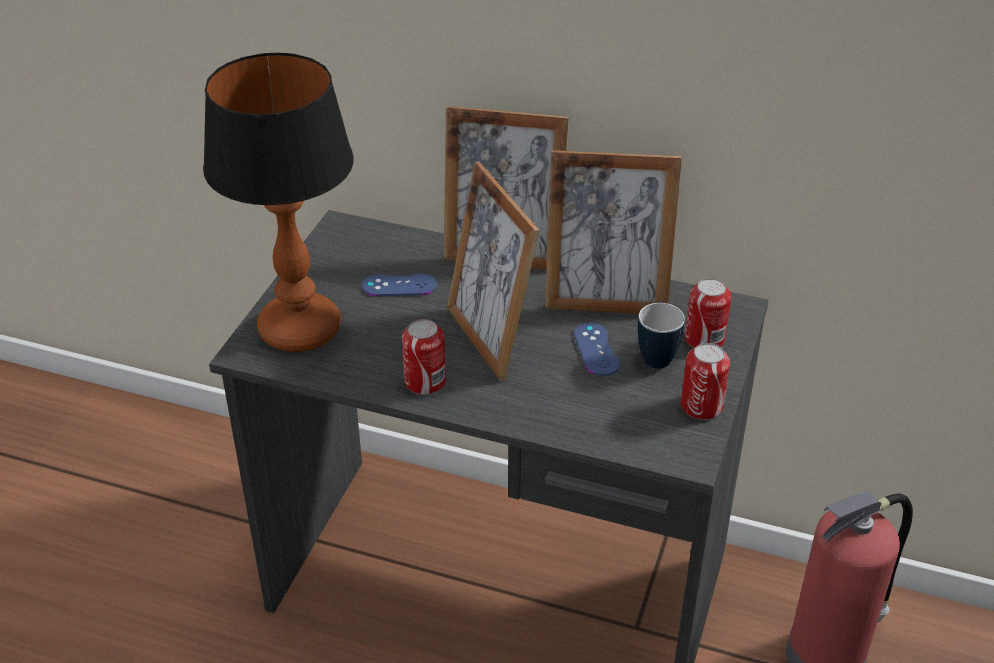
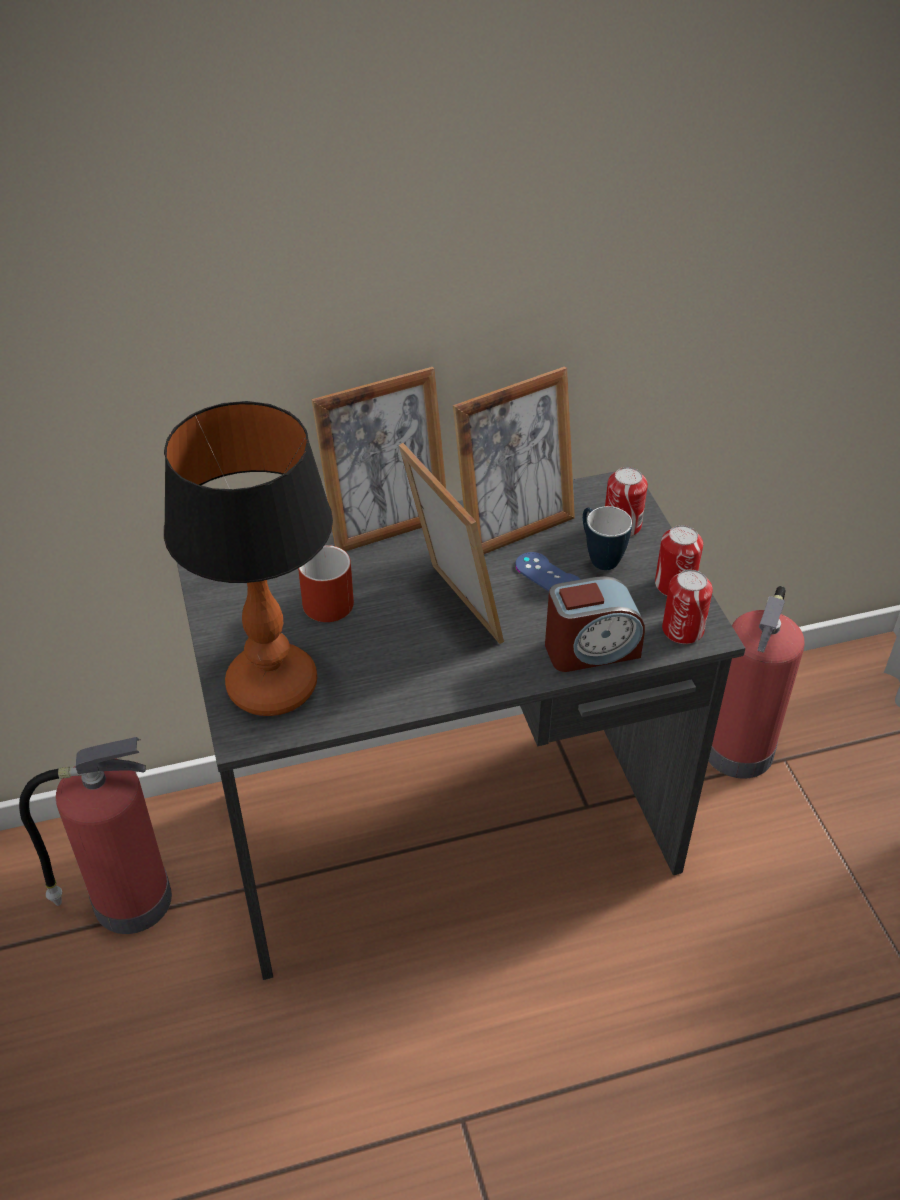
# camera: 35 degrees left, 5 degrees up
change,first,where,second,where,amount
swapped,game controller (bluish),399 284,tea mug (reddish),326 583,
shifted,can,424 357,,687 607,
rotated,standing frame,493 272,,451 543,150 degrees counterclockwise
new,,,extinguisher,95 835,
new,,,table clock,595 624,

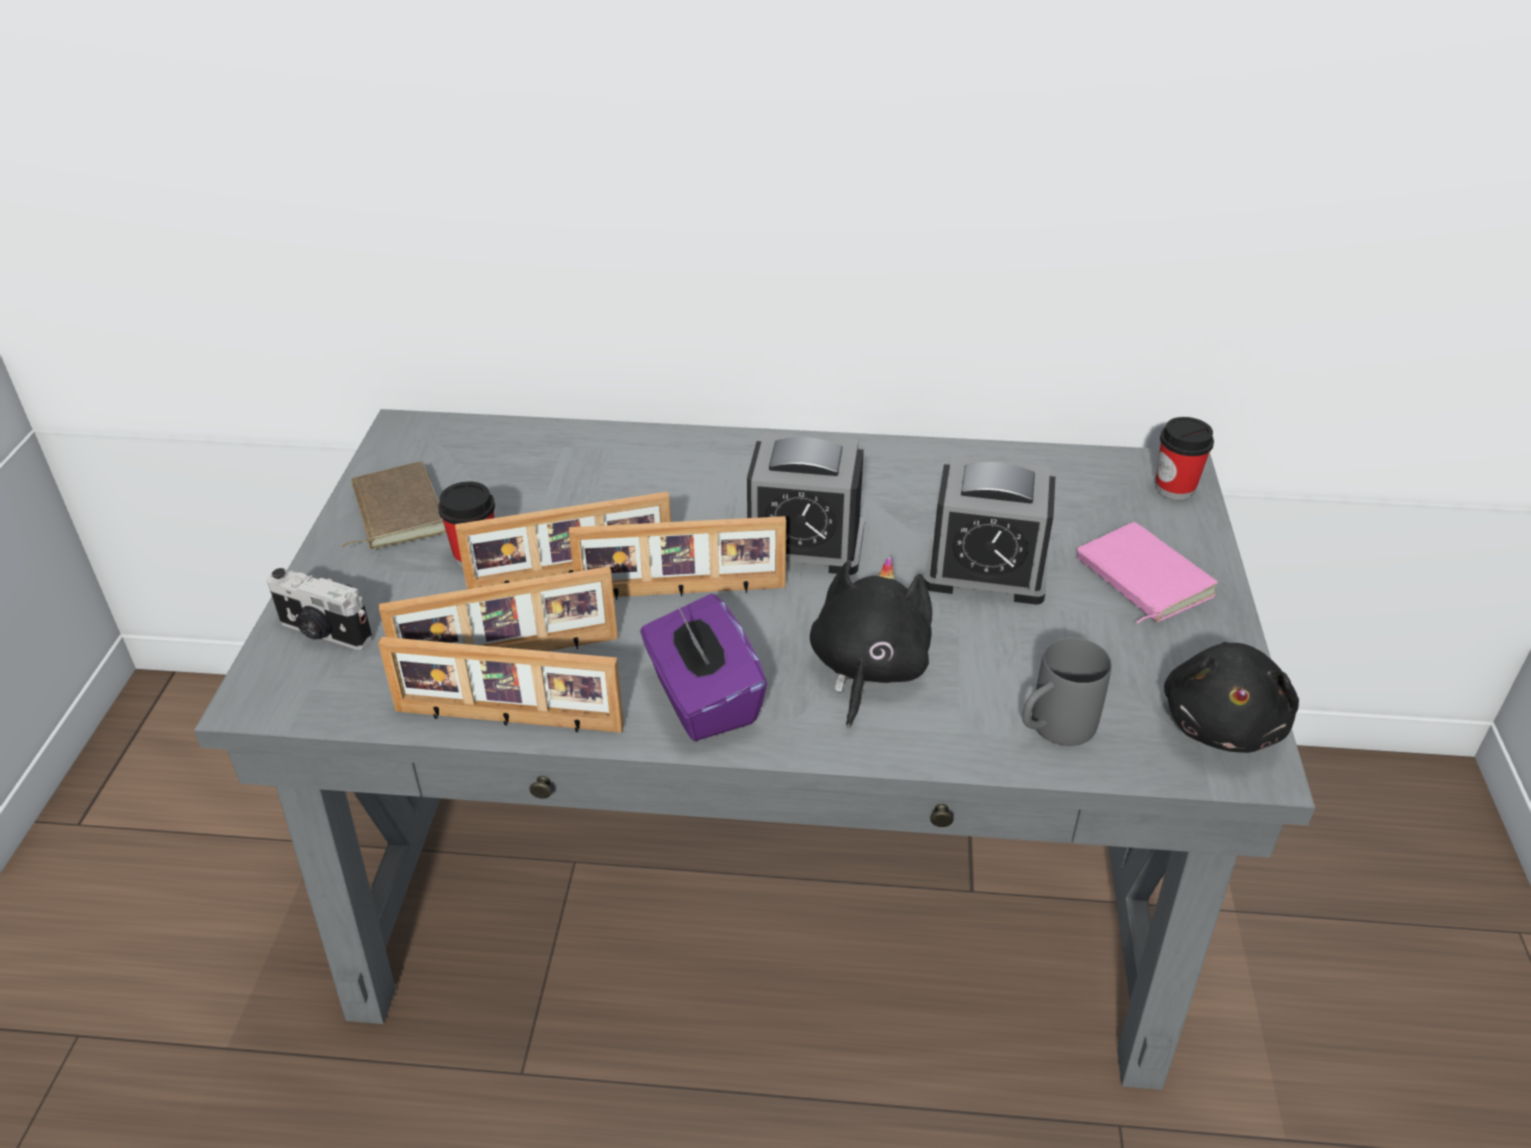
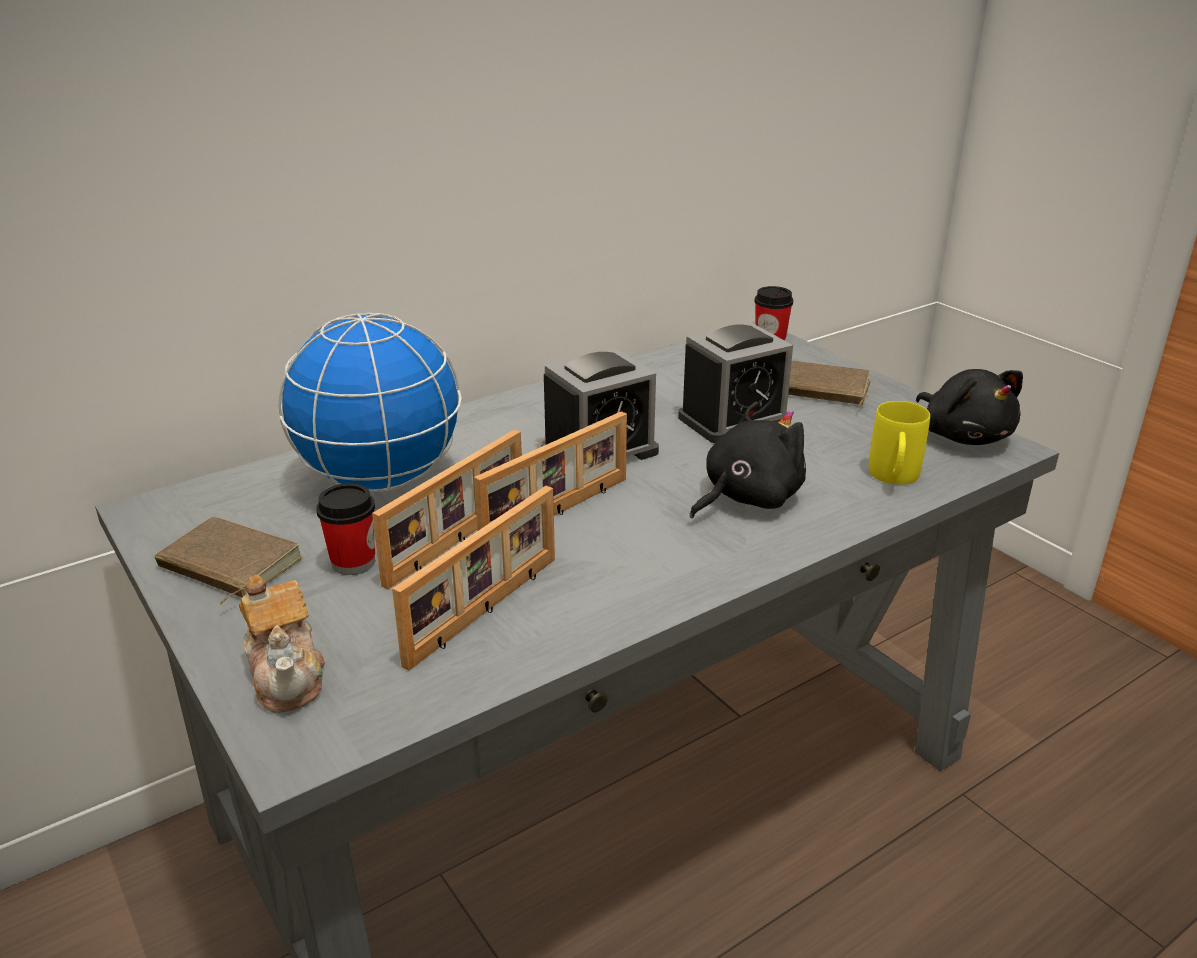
# camera: 40 degrees left, 10 degrees down
change,first,where,second,where,amount
swapped,still camera,320 609,tea pot,282 644,
gone,standing frame,501 685,,,
gone,tissue box (purplish),703 667,,,
rotated,plush toy (black),871 643,,748 459,75 degrees clockwise
repainted,tea mug (greyish),1067 691,tea mug (yellowish),899 443,
repainted,book (pinkish),1147 573,book (brownish),829 383,
new,,,world globe,370 402,

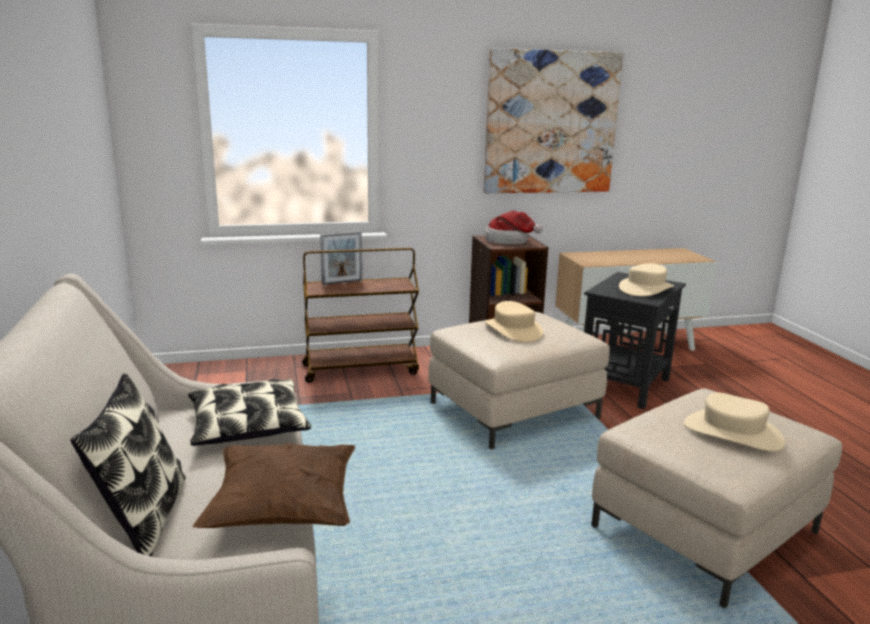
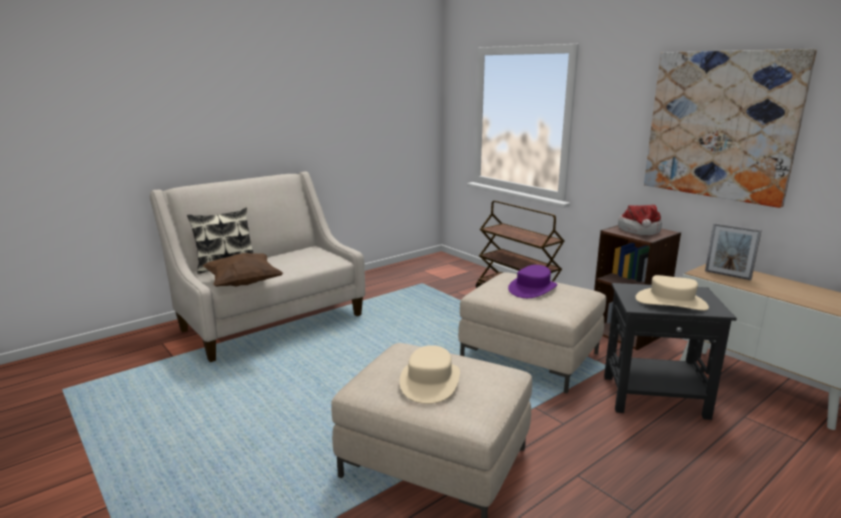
# camera: 65 degrees right, 0 degrees up
change,first,where,second,where,amount
gone,pillow,249 412,,,
shifted,standing frame,341 258,,733 251,
repainted,clothing hat (beige-coloured),514 321,clothing hat (purplish),532 281,

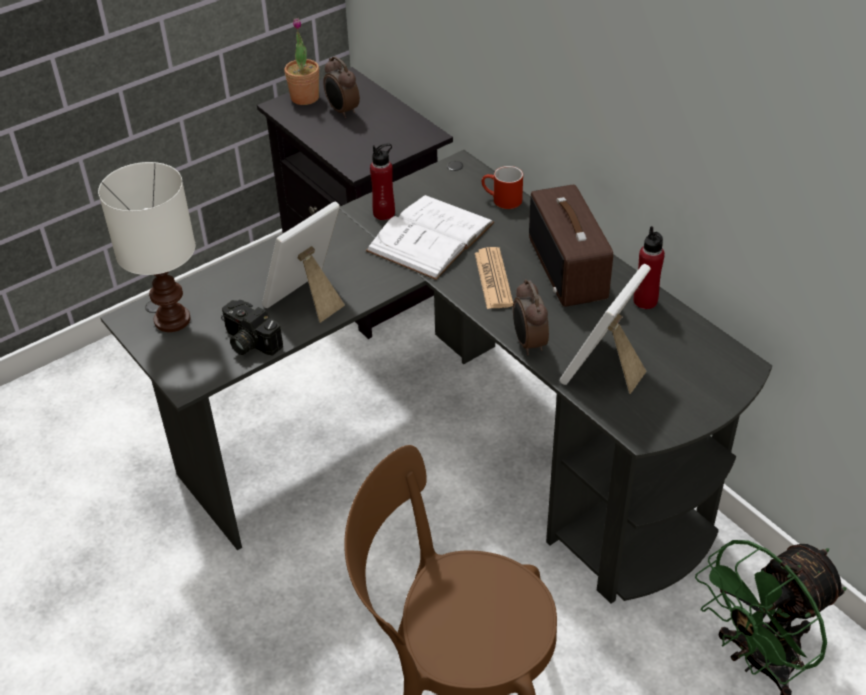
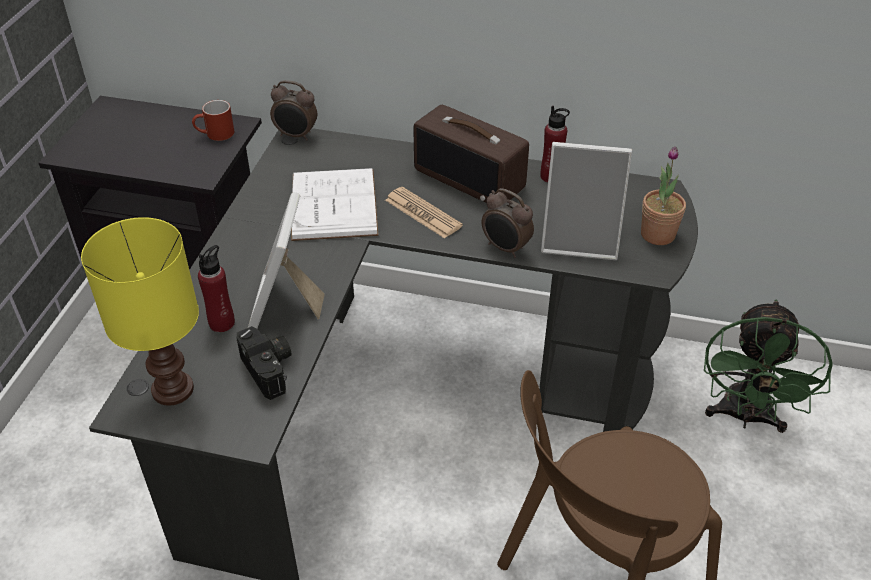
# camera: 40 degrees left, 0 degrees up
change,first,where,second,where,amount
repainted,lamp for a table (white-coloured),147 247,lamp for a table (yellowish),140 311,
rotated,still camera,252 328,,264 363,120 degrees counterclockwise
shifted,plant in a pot,302 61,,663 195,
shifted,table clock,341 87,,293 110,
shifted,drink bottle (reddish),382 181,,216 288,
shifted,tea mug (reddish),502 187,,213 120,
rotated,standing frame,605 329,,586 201,75 degrees counterclockwise

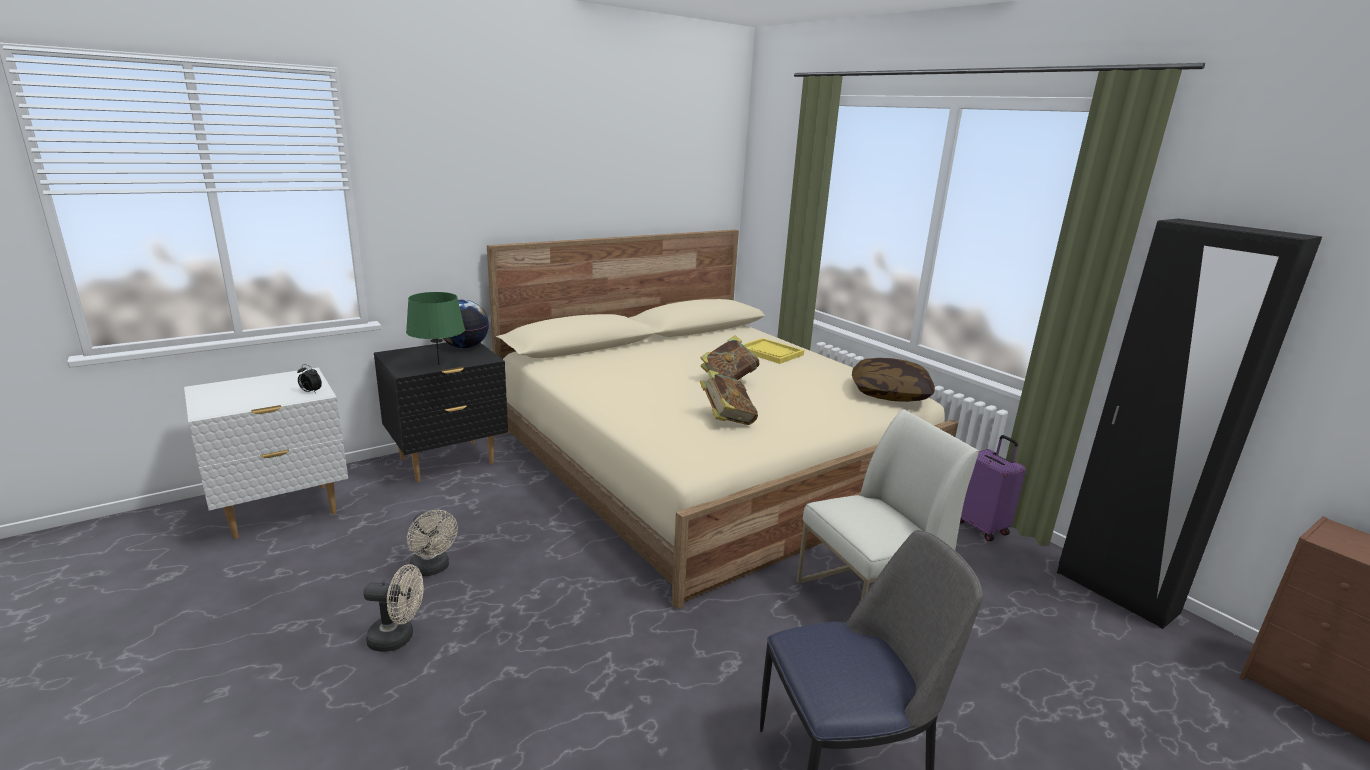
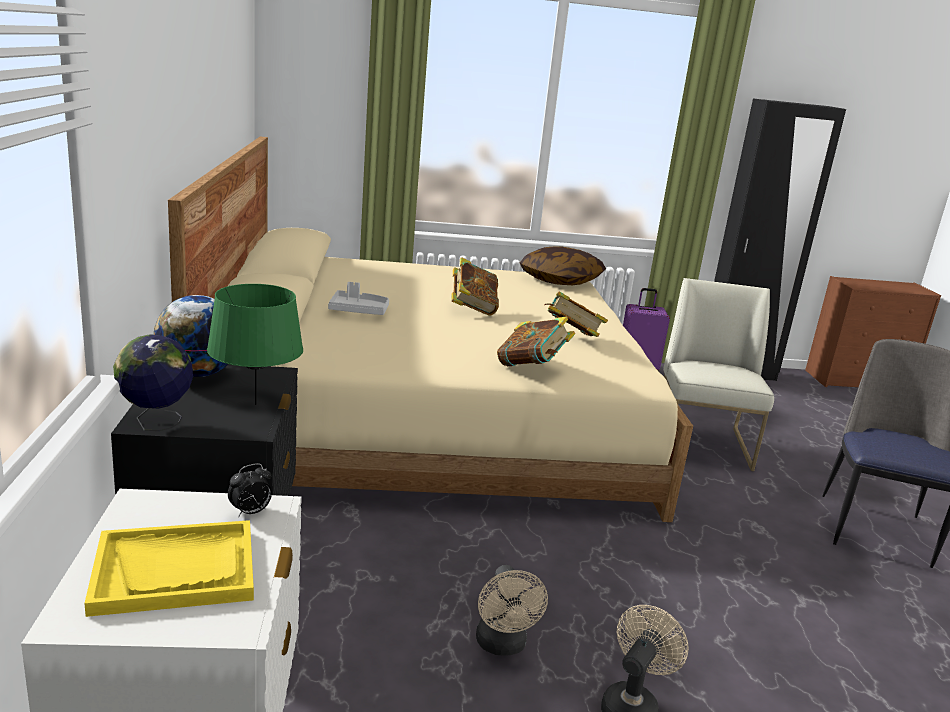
# camera: 60 degrees left, 0 degrees up
change,first,where,second,where,amount
rotated,fan (beige-coloured),432 543,,512 610,90 degrees clockwise
shifted,serving tray (yellowish),773 351,,169 568,
new,,,world globe,153 382,
new,,,serving tray (greyish),358 298,
new,,,book,536 341,

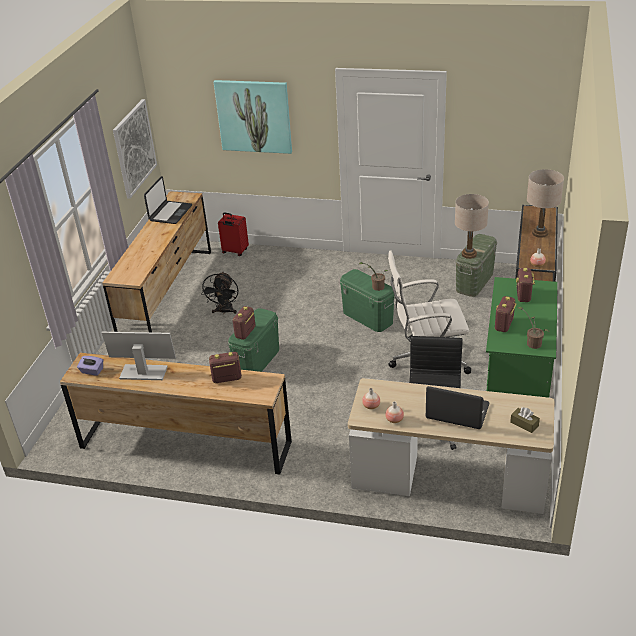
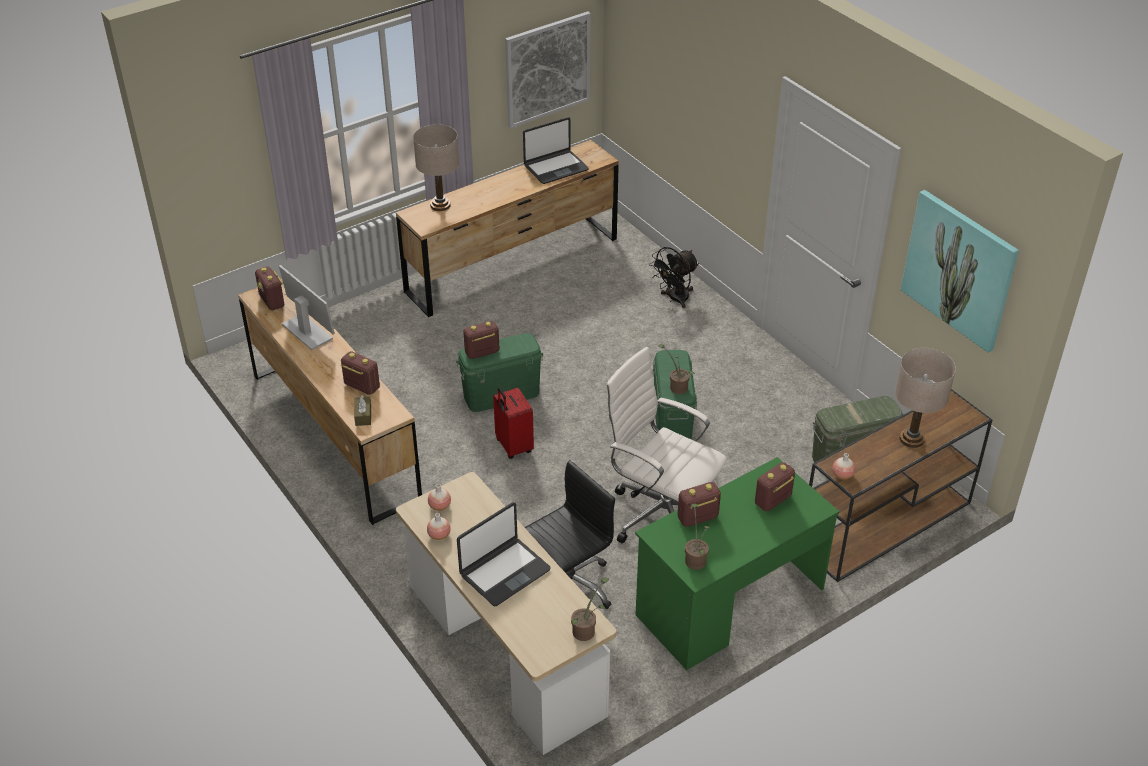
# camera: 40 degrees right, 5 degrees up
change,first,where,second,where,amount
swapped,tissue box (purplish),90 366,radio receiver,269 288,
shifted,fan (black),219 293,,674 277,
shifted,picture,253 117,,960 271,
shifted,suitcase (reddish),233 234,,513 423,
rotated,portable computer,458 407,,504 554,75 degrees clockwise
shifted,lamp for a table (beige-coloured),472 226,,436 167,
shifted,tissue box (brownish),525 420,,362 410,
new,,,plant in a pot,590 609,

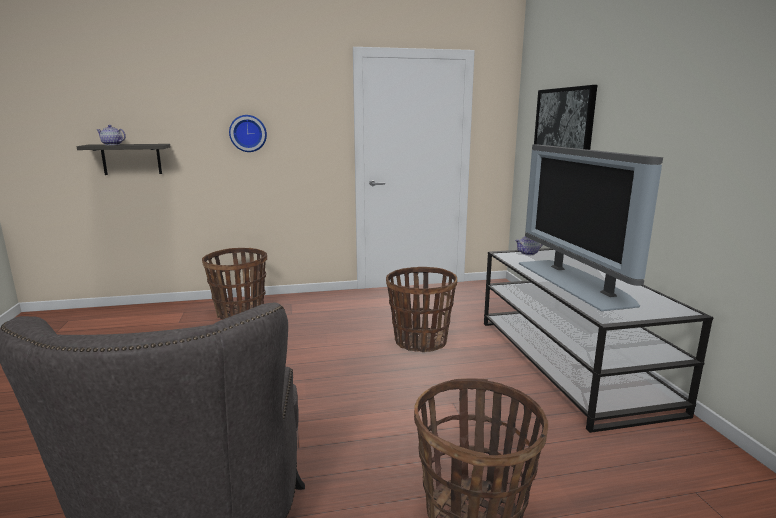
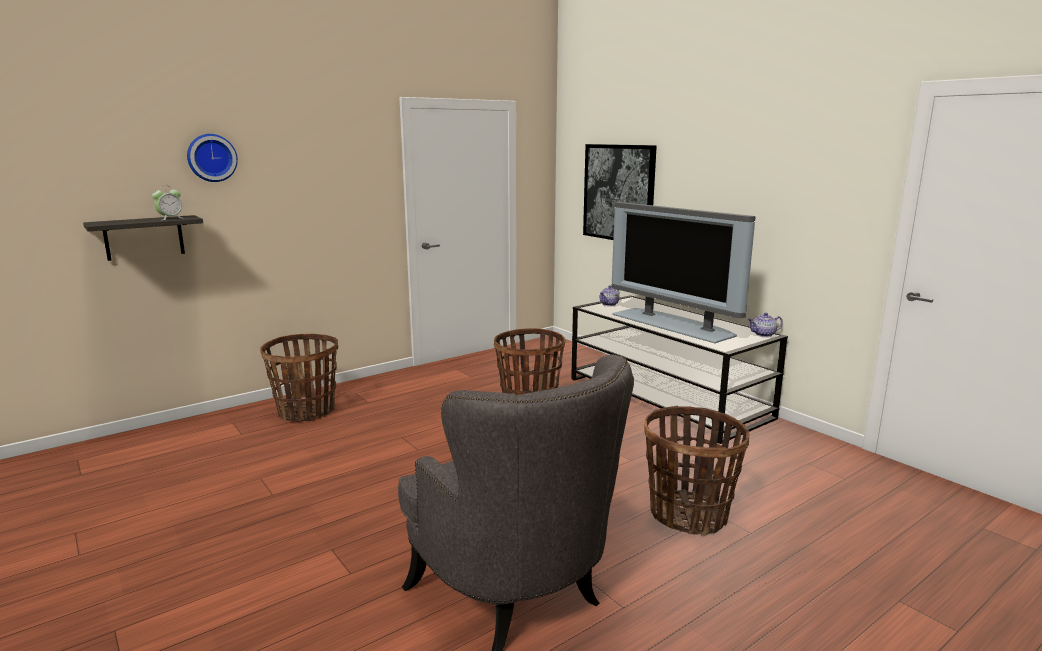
# camera: 25 degrees left, 0 degrees up
change,first,where,second,where,amount
shifted,tea pot,111 135,,765 325,
shifted,clock on the wall,248 133,,212 158,
new,,,table clock,167 203,

